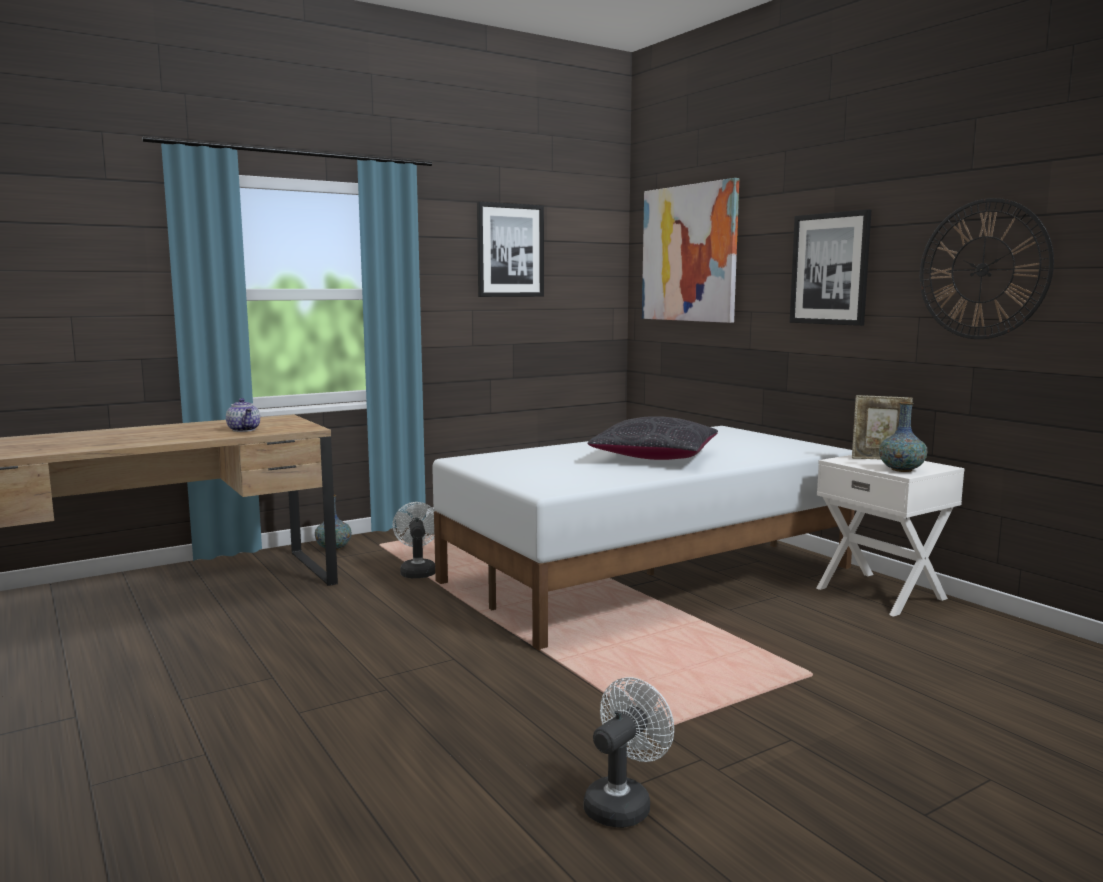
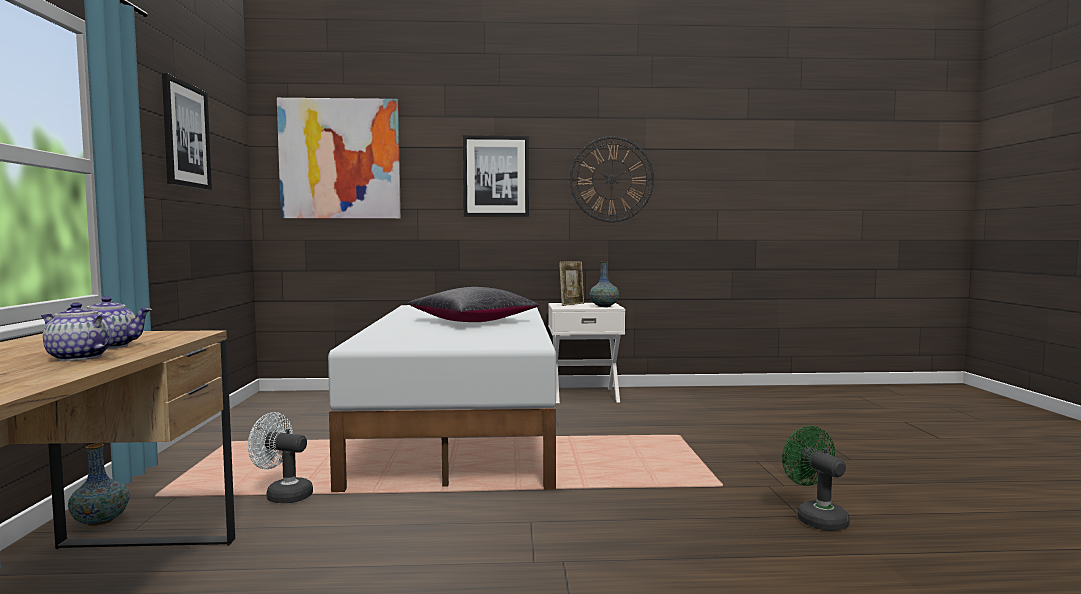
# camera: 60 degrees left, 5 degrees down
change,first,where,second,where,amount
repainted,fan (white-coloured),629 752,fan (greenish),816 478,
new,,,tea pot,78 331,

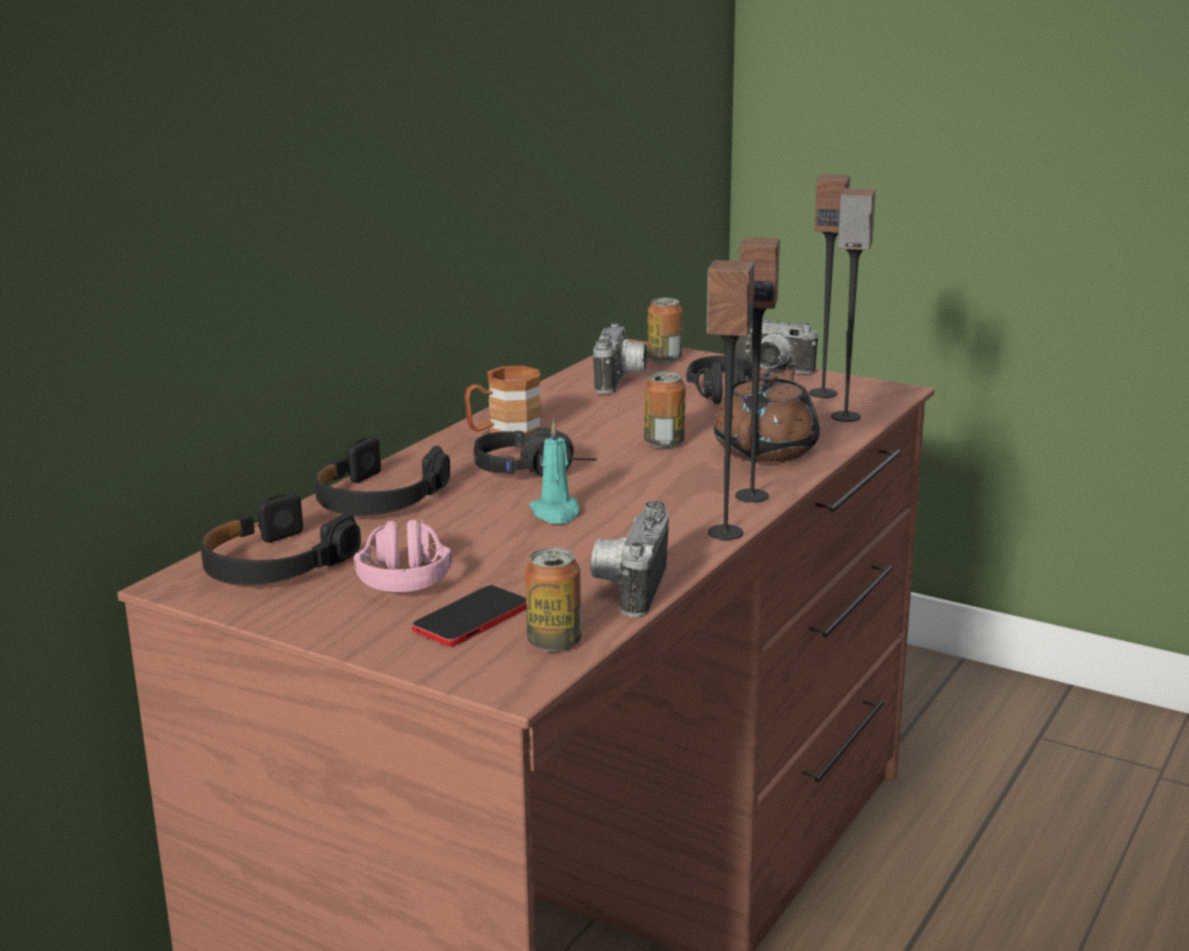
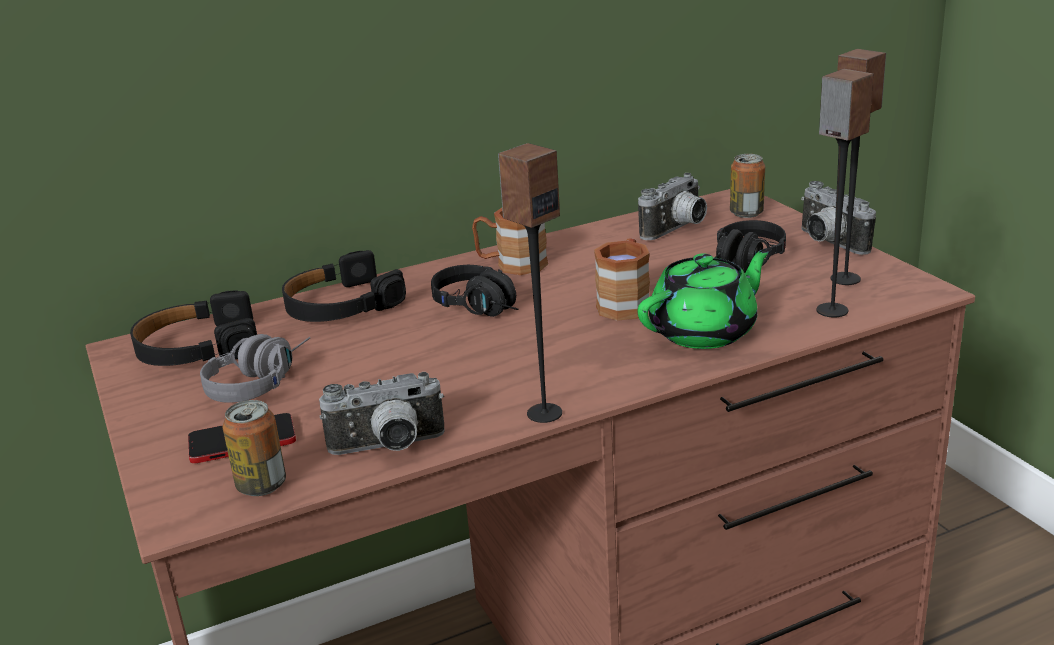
# camera: 35 degrees right, 5 degrees up
change,first,where,second,where,amount
repainted,pair of headphones (pinkish),403 556,pair of headphones (greyish),255 368,
gone,candle (turquoise),554 472,,,
rotated,still camera,630 559,,382 413,150 degrees counterclockwise
swapped,can,665 409,tea mug (brownish),622 279,
repainted,tea pot (brownish),767 414,tea pot (greenish),704 298,
gone,audio speaker,757 370,,,

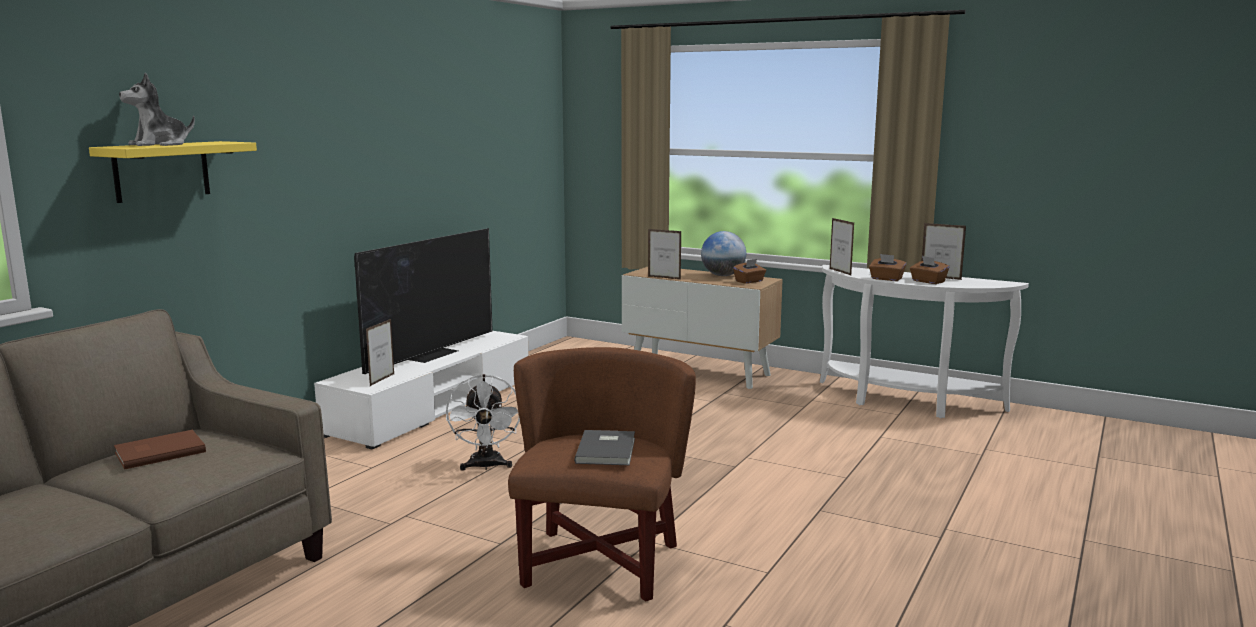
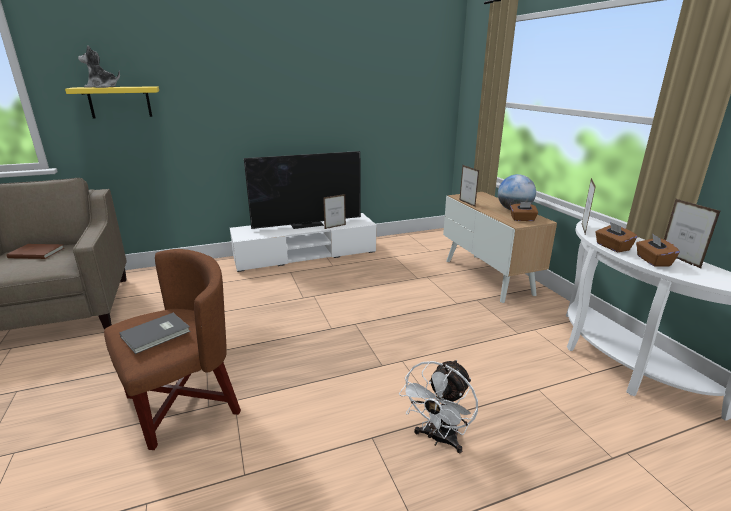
# camera: 40 degrees right, 10 degrees up
change,first,where,second,where,amount
shifted,standing frame,380 352,,334 211,
shifted,fan (white-coloured),483 422,,438 406,

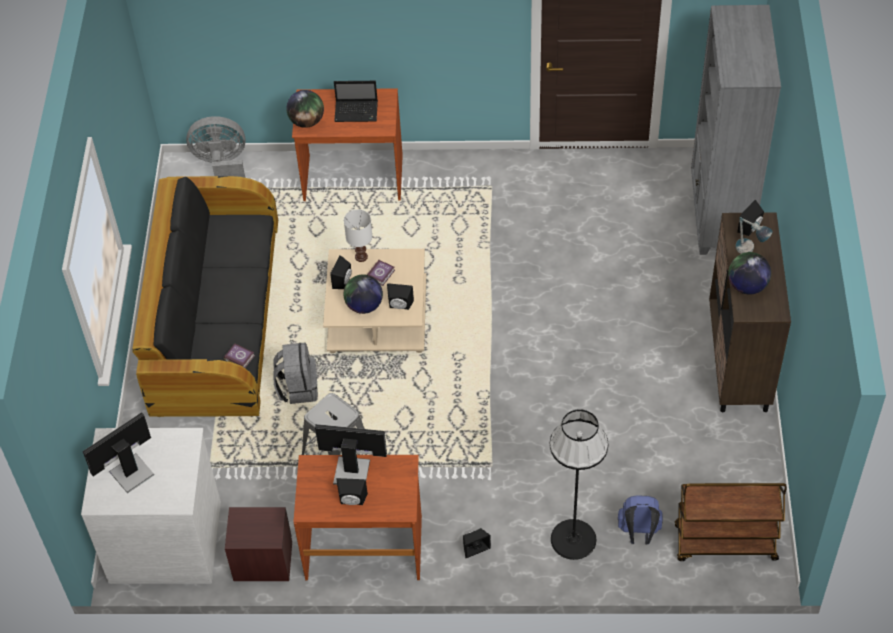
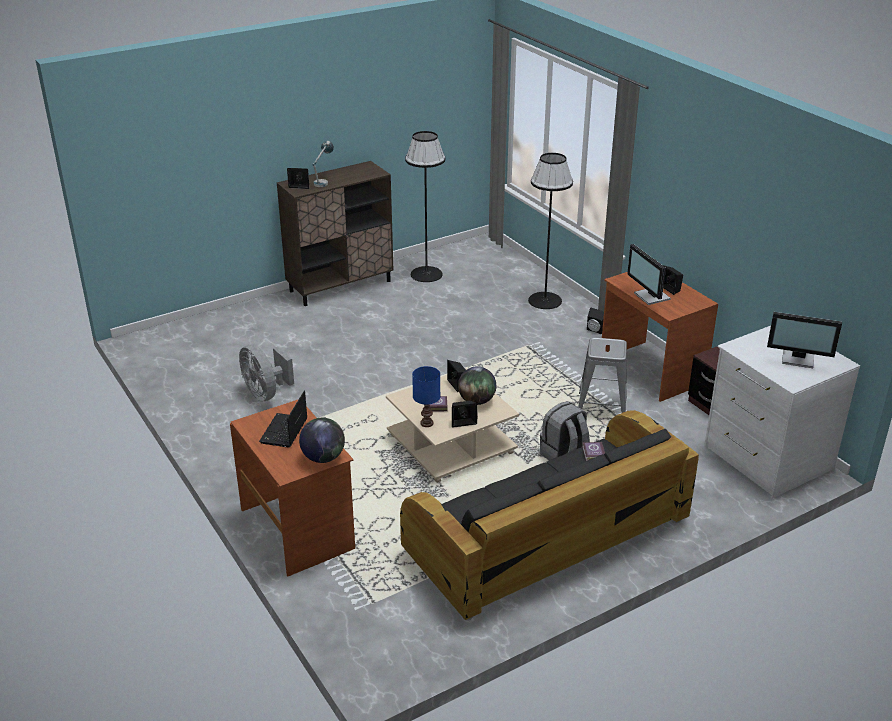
# camera: 125 degrees left, 20 degrees down
change,first,where,second,where,amount
shifted,fan (greyish),216 147,,266 372,
rotated,portable computer,356 101,,283 419,135 degrees counterclockwise
repainted,lamp for a table (white-coloured),358 235,lamp for a table (bluish),426 396,
gone,rucksack (bluish),640 519,,,
gone,cart (brownish),731 522,,,
gone,bookcase (greyish),736 130,,,
gone,world globe,749 273,,,
new,,,standing lamp (black),425 206,

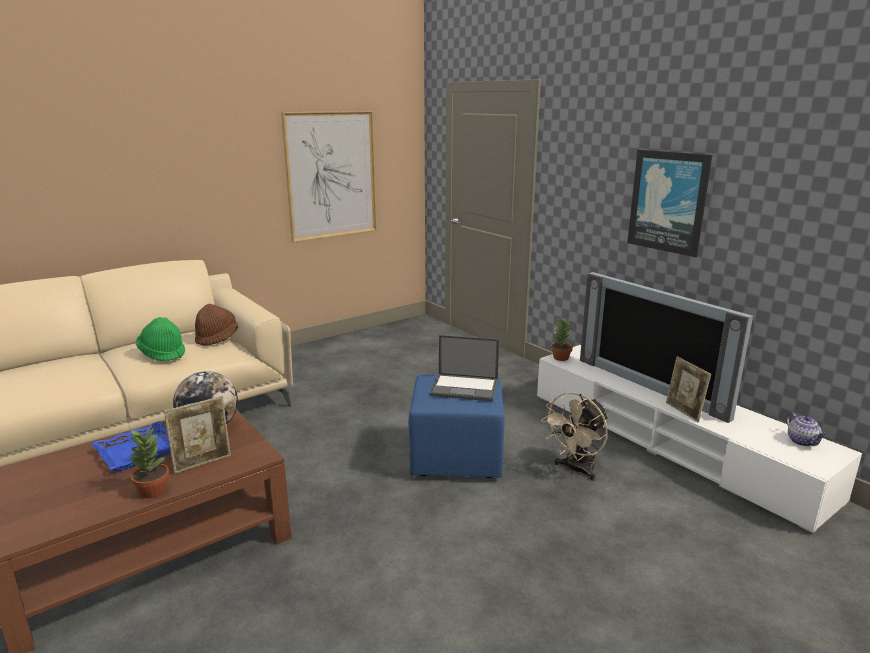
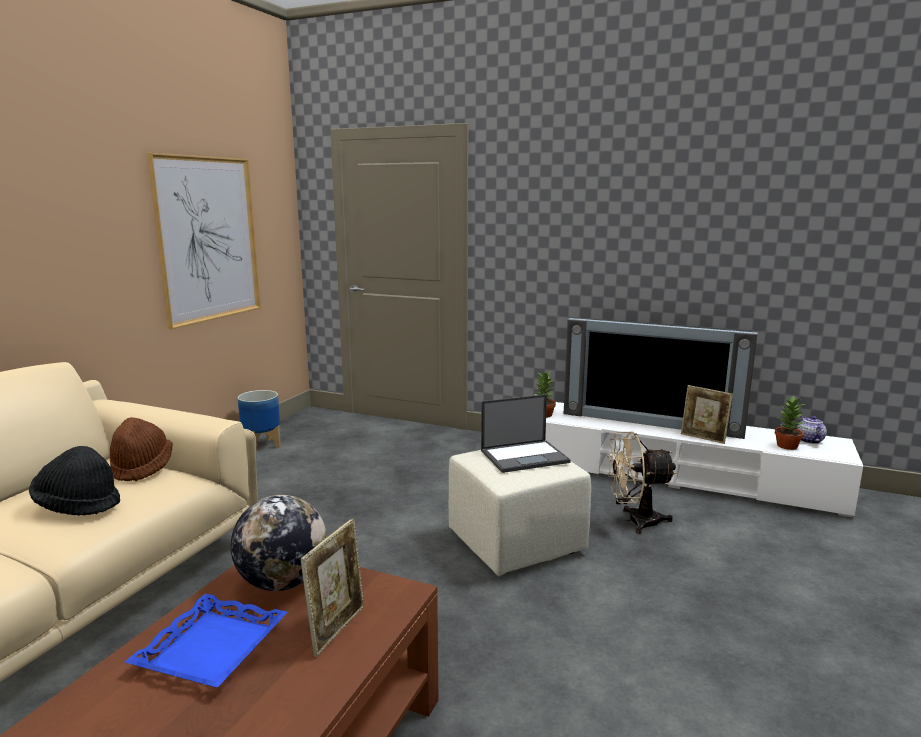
# camera: 30 degrees left, 5 degrees down
change,first,where,second,where,amount
shifted,plant in a pot,149 463,,790 422,
repainted,clothing hat (greenish),160 339,clothing hat (black),74 481,
repainted,ottoman (bluish),456 426,ottoman (beige-coloured),520 513,
rotated,fan (beige-coloured),574 436,,641 482,75 degrees clockwise
gone,picture,669 203,,,
rotated,tea pot,806 429,,812 430,135 degrees counterclockwise
new,,,planter,259 421,

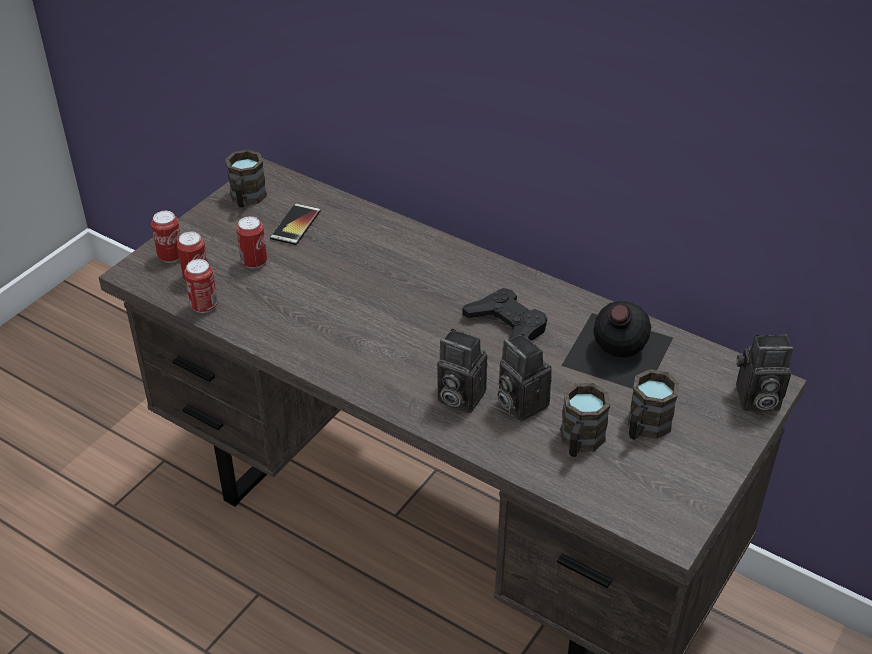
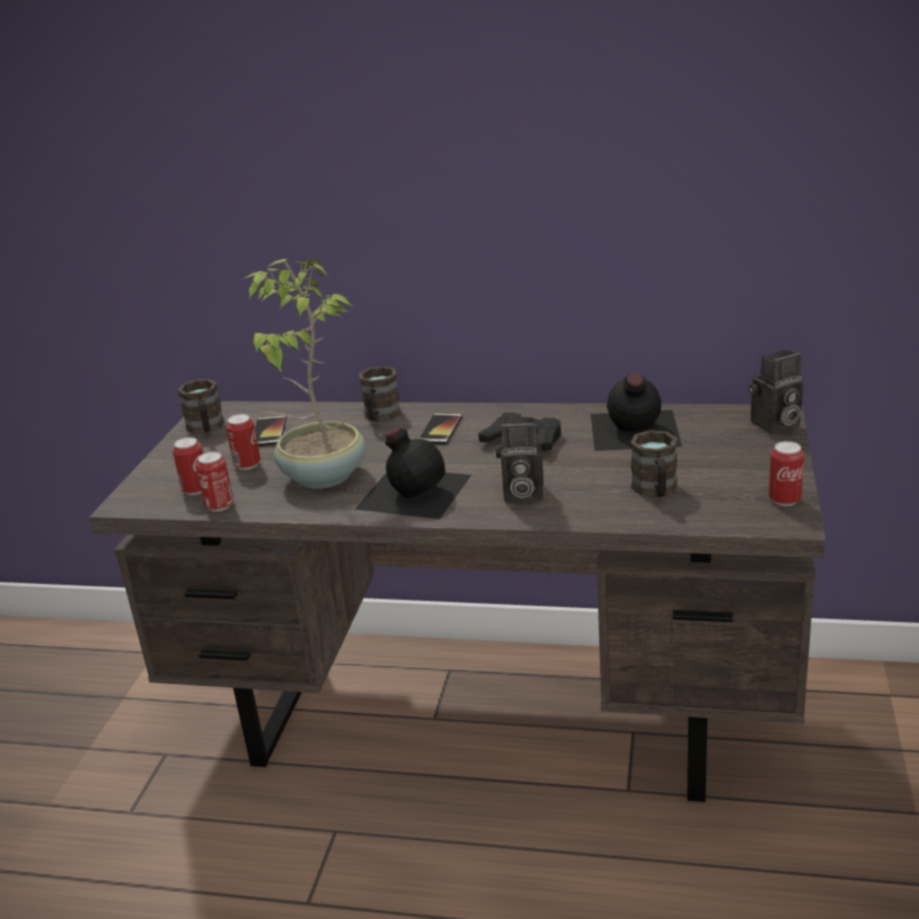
# camera: 20 degrees left, 15 degrees down
change,first,where,second,where,amount
shifted,can,166 237,,786 473,
gone,still camera,524 377,,,
shifted,tea mug (brownish),653 404,,380 394,
new,,,plant in a pot,304 374,
new,,,drink bottle (black),413 473,
new,,,phone,440 429,

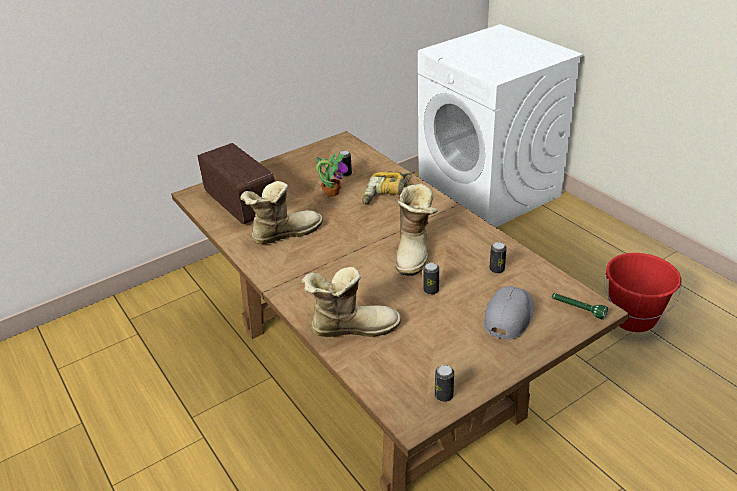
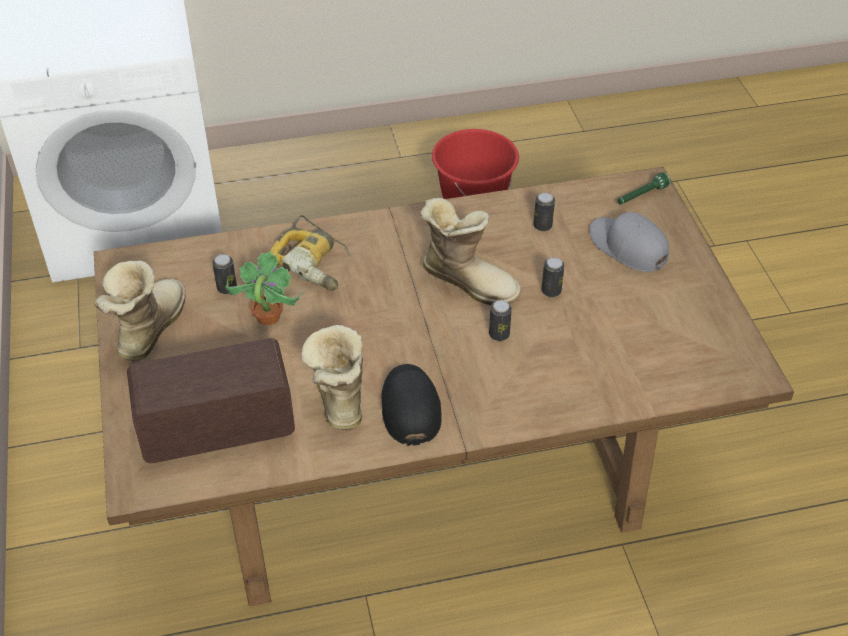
# camera: 70 degrees left, 10 degrees up
change,first,where,second,where,amount
shifted,high-top boot,351 302,,139 311,
shifted,can,444 383,,500 320,
new,,,baseball cap (black),412 405,

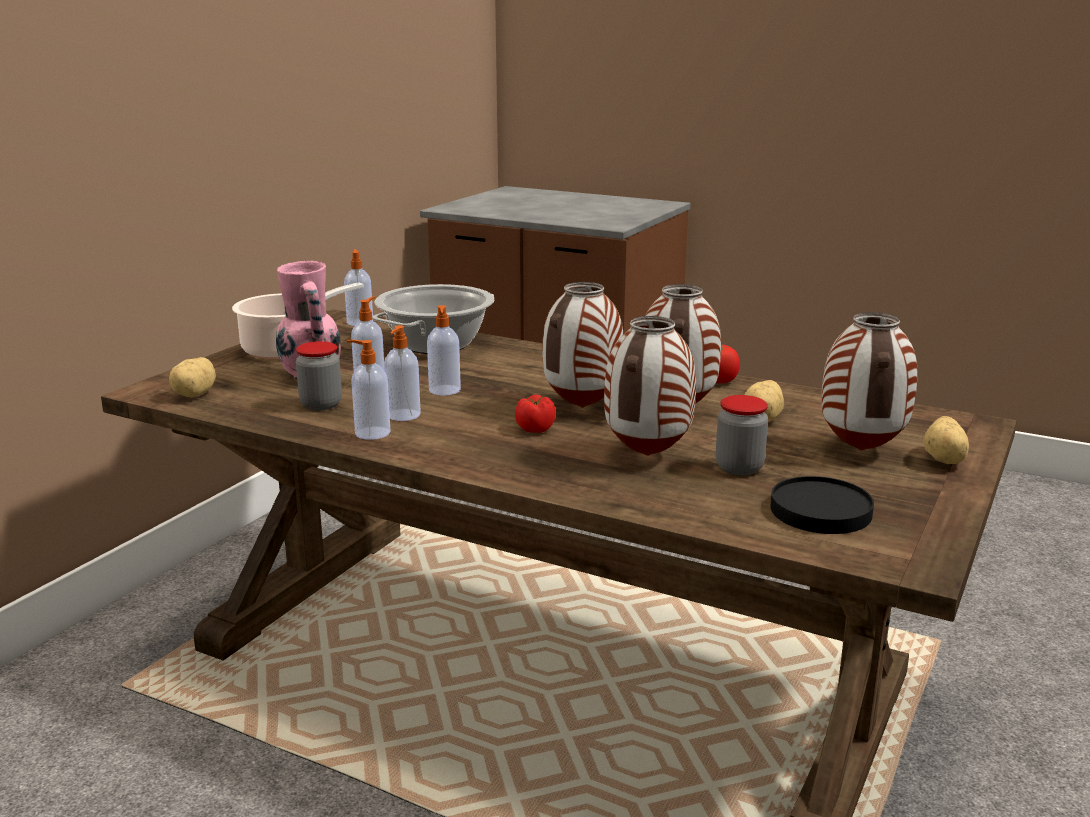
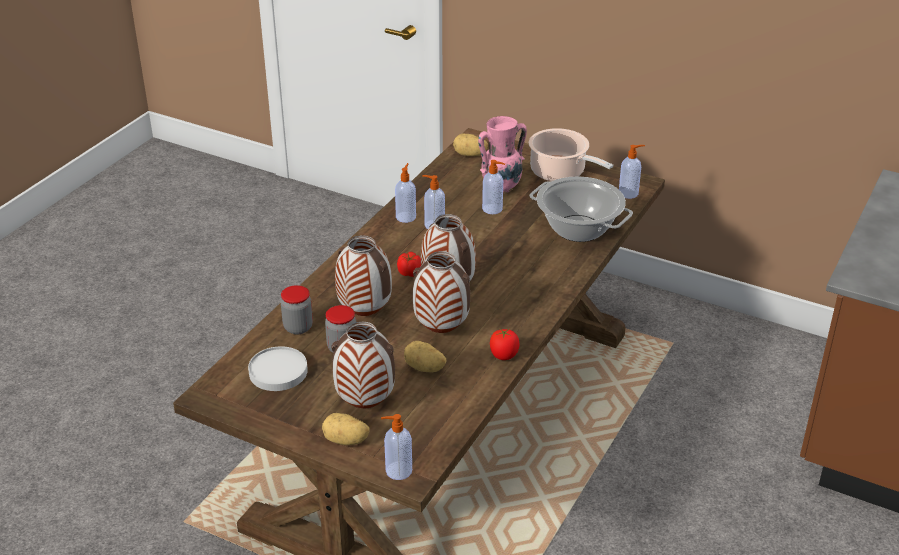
# camera: 90 degrees right, 15 degrees up
change,first,where,second,where,amount
shifted,jar,319 375,,297 309,
shifted,soap bottle,444 350,,396 447,
repainted,flat dish (black),822 505,flat dish (white-coloured),278 368,

